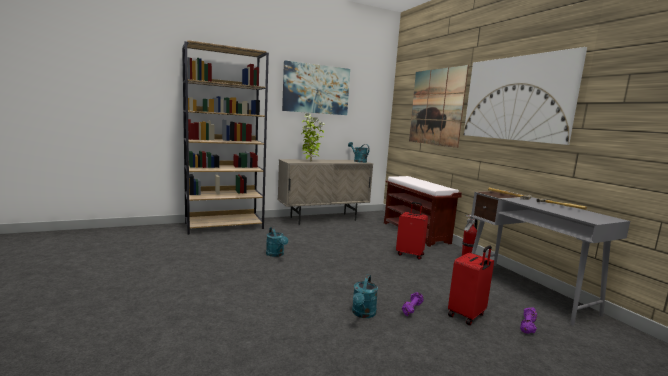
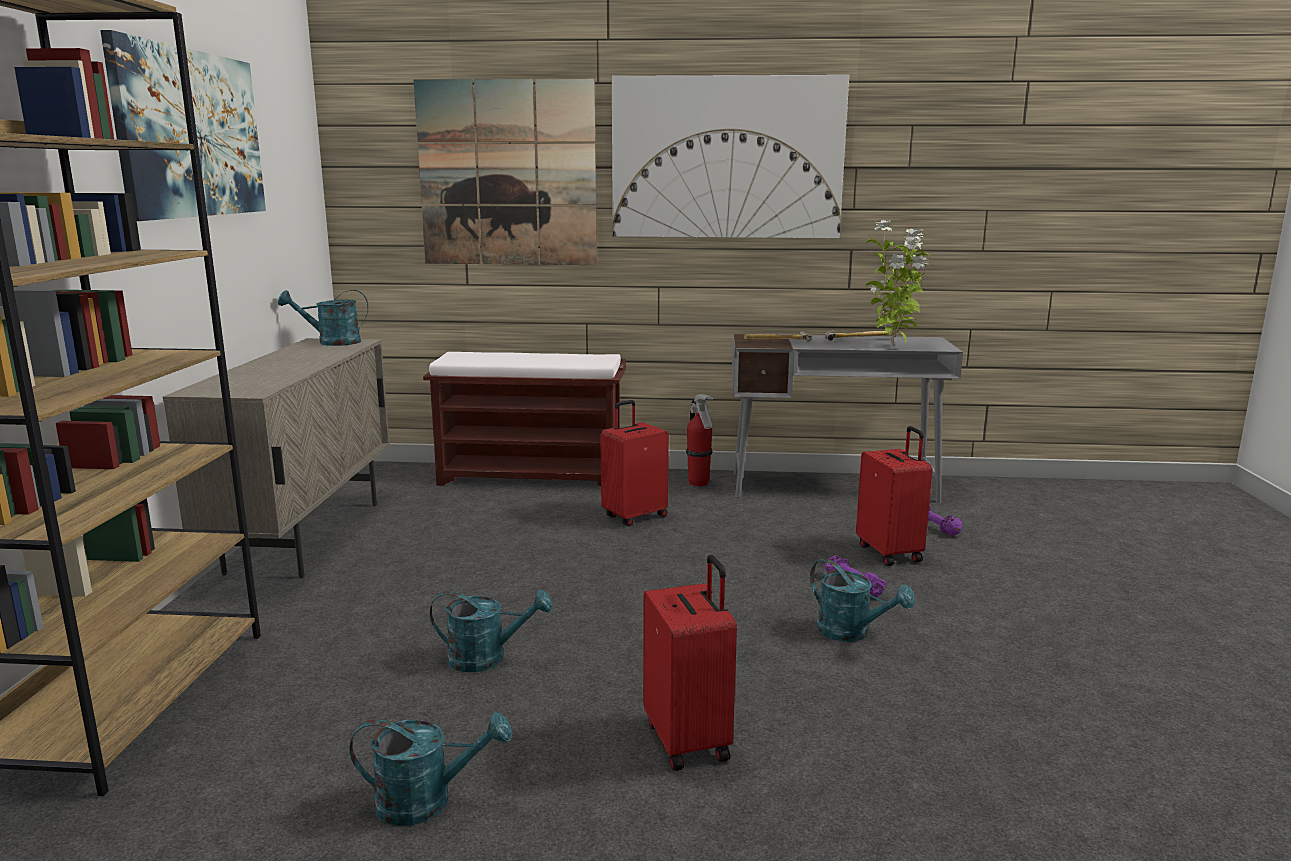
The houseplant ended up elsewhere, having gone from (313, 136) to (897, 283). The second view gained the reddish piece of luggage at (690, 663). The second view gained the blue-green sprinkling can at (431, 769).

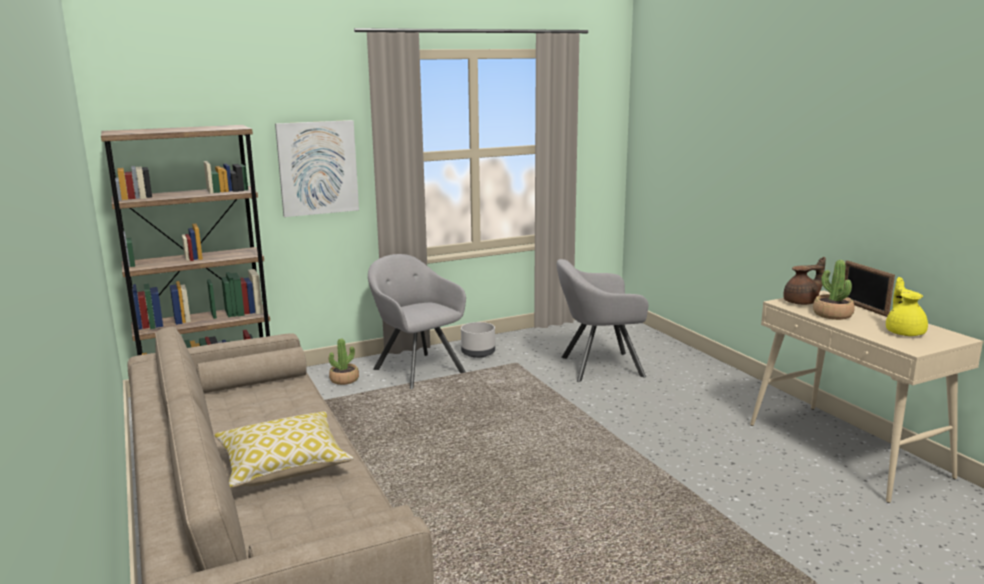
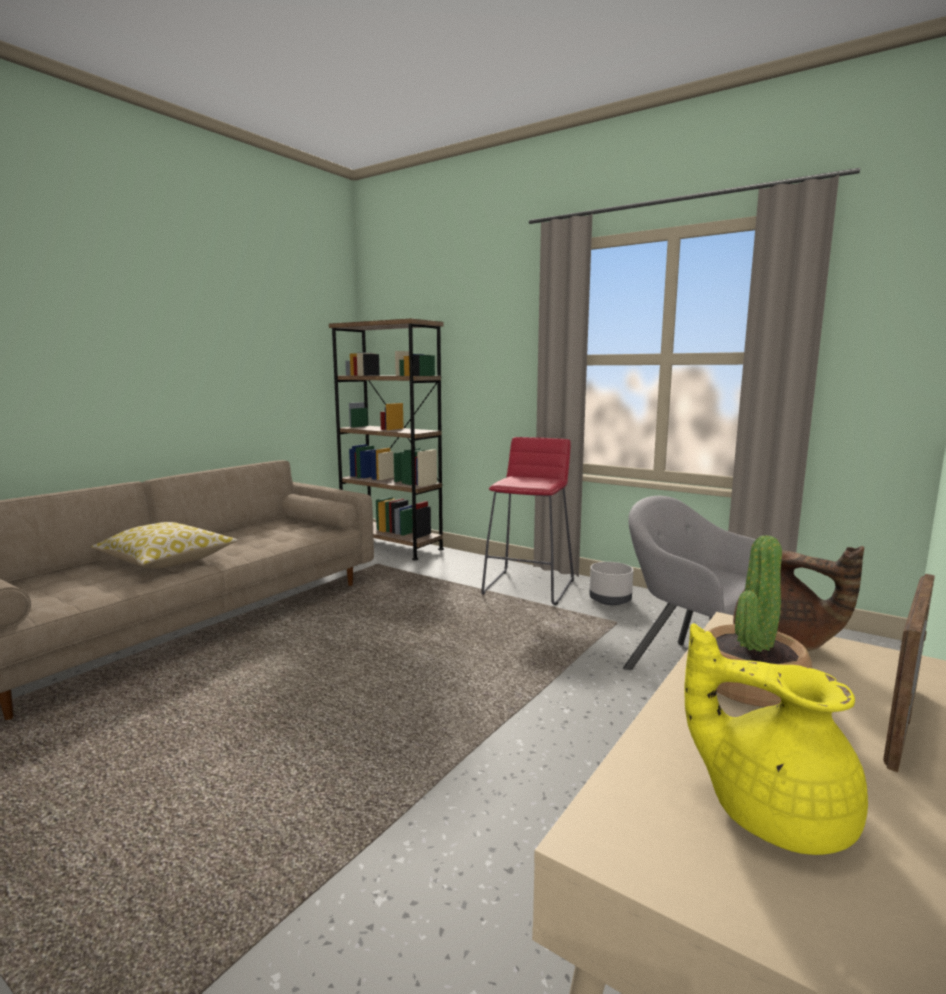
The second view lost the wall picture at (317, 168). Where the greyish easy chair stood at (417, 321), the reddish sitting stool came to stand at (527, 521). The yellow teapot at (907, 306) ended up facing another way, 120 degrees counterclockwise from before. The second view lost the houseplant at (344, 362).

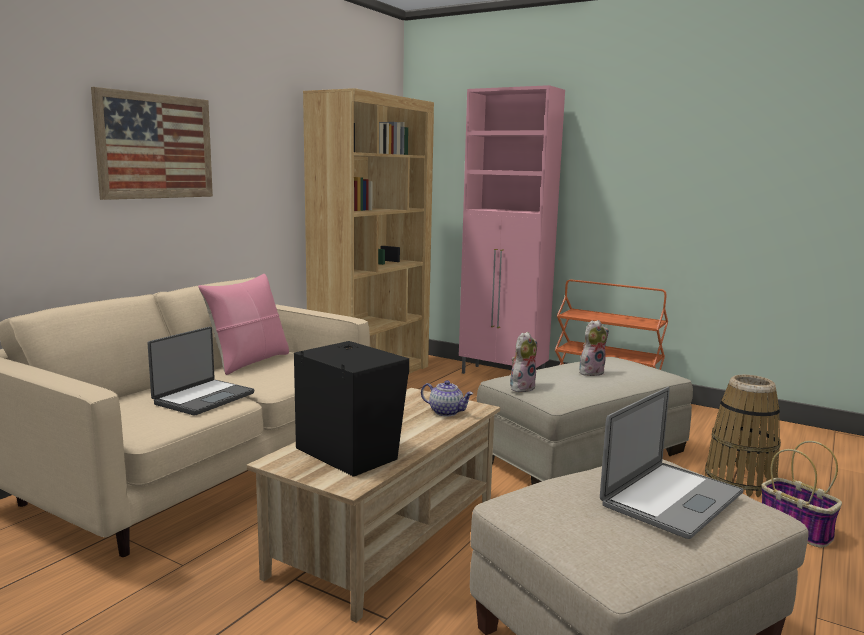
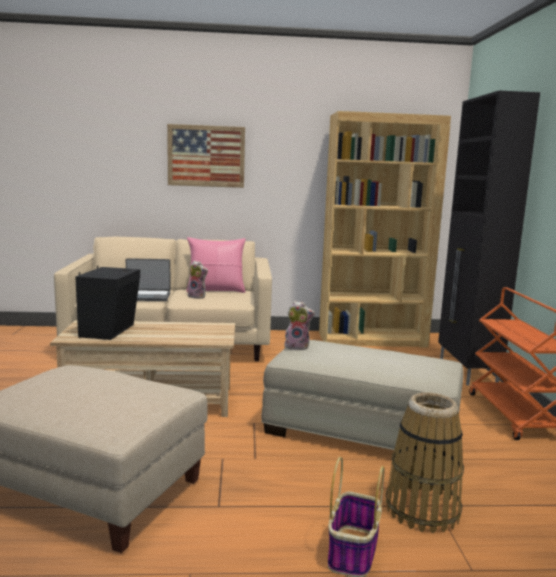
What was the pinkish storage cabinet at (512, 229) turned into the black-coloured storage cabinet at (489, 238). The cuddly toy ended up elsewhere, having gone from (594, 348) to (198, 279). The second view lost the teapot at (447, 398). The second view lost the portable computer at (672, 463).

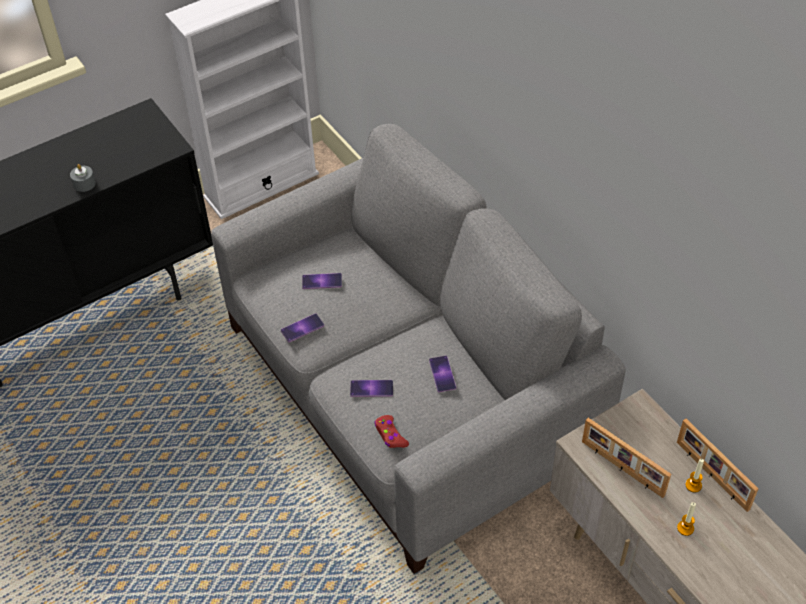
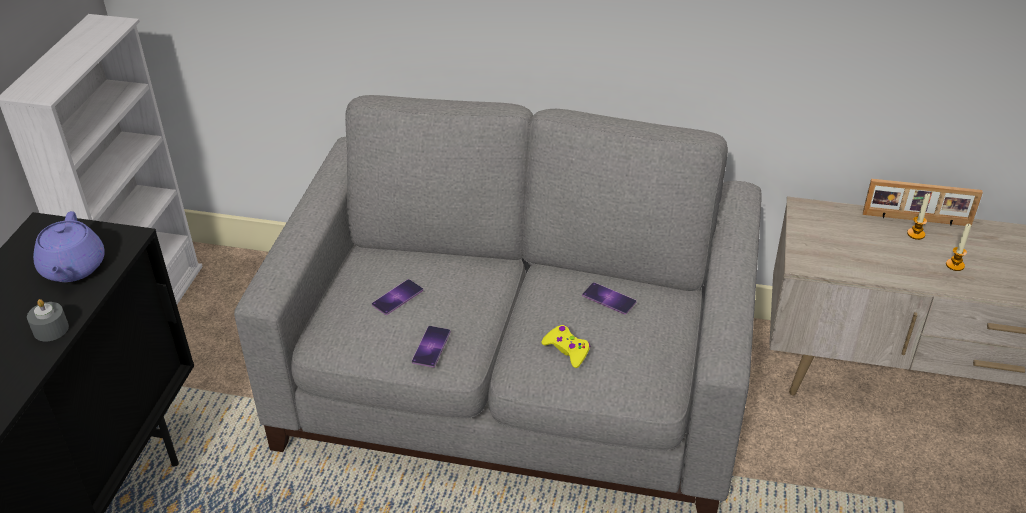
Where the phone stood at (371, 388), the yellow gamepad came to stand at (566, 346). The second view lost the reddish gamepad at (391, 431). The second view lost the standing frame at (626, 458). The second view gained the purplish teapot at (69, 246).

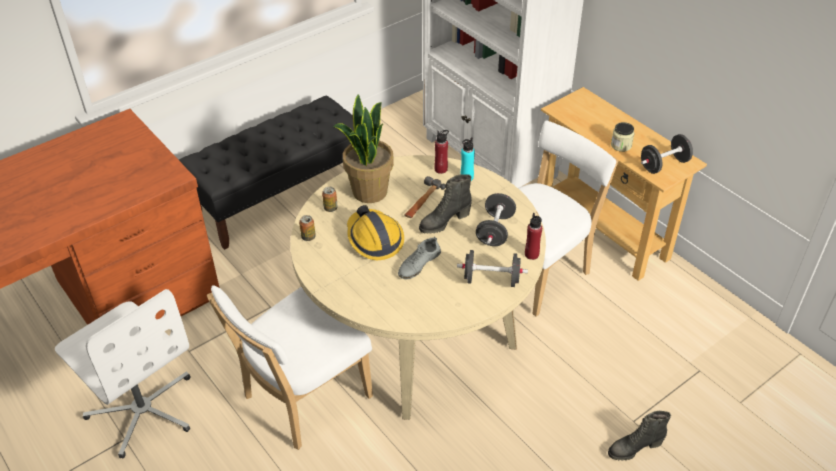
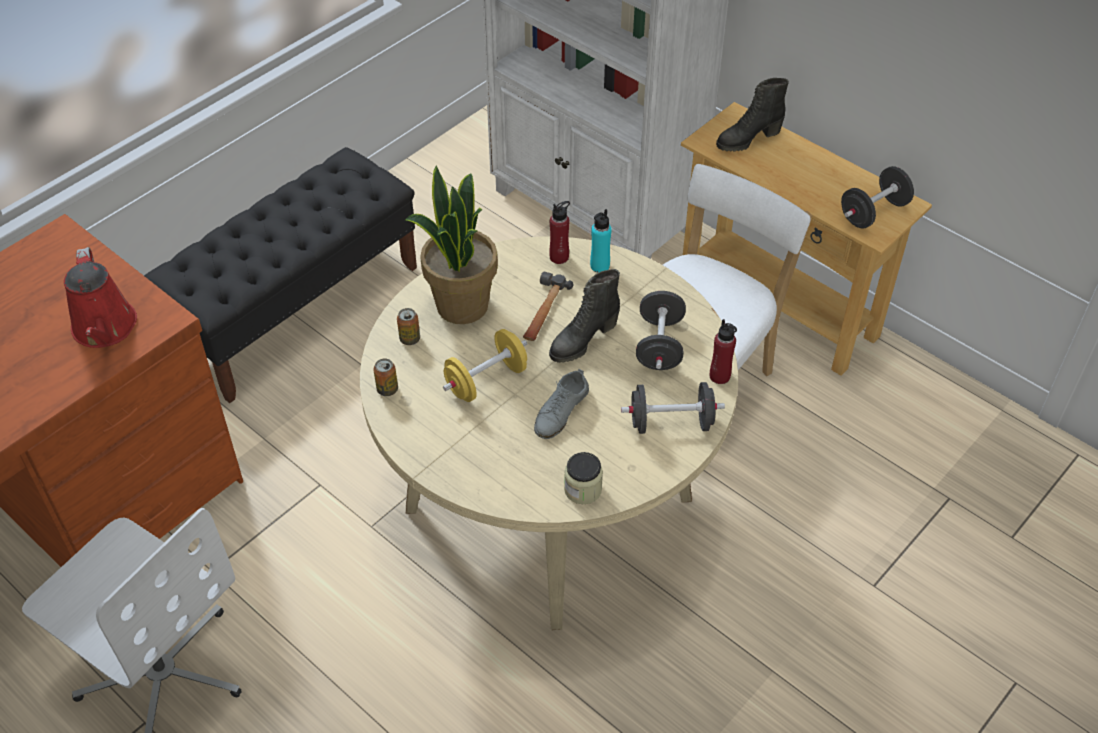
The jar ended up elsewhere, having gone from (623, 137) to (583, 478). Where the work helmet stood at (375, 232), the yellow dumbbell came to stand at (485, 365). The second view lost the whitish plain chair at (290, 367). The black-coloured boot ended up elsewhere, having gone from (639, 436) to (752, 115). The second view gained the reddish sprinkling can at (100, 297).

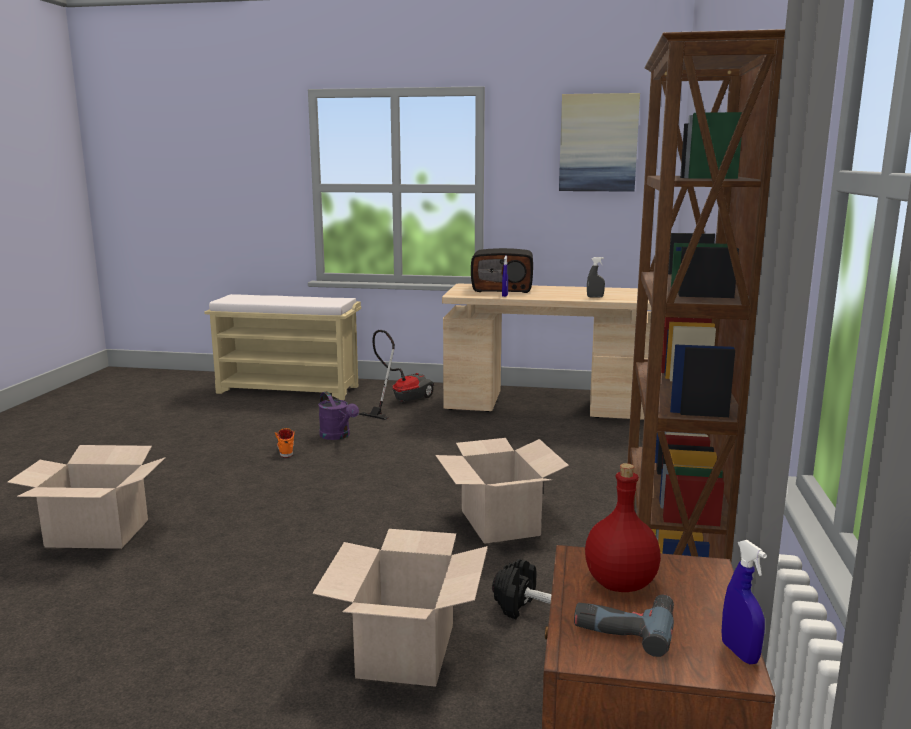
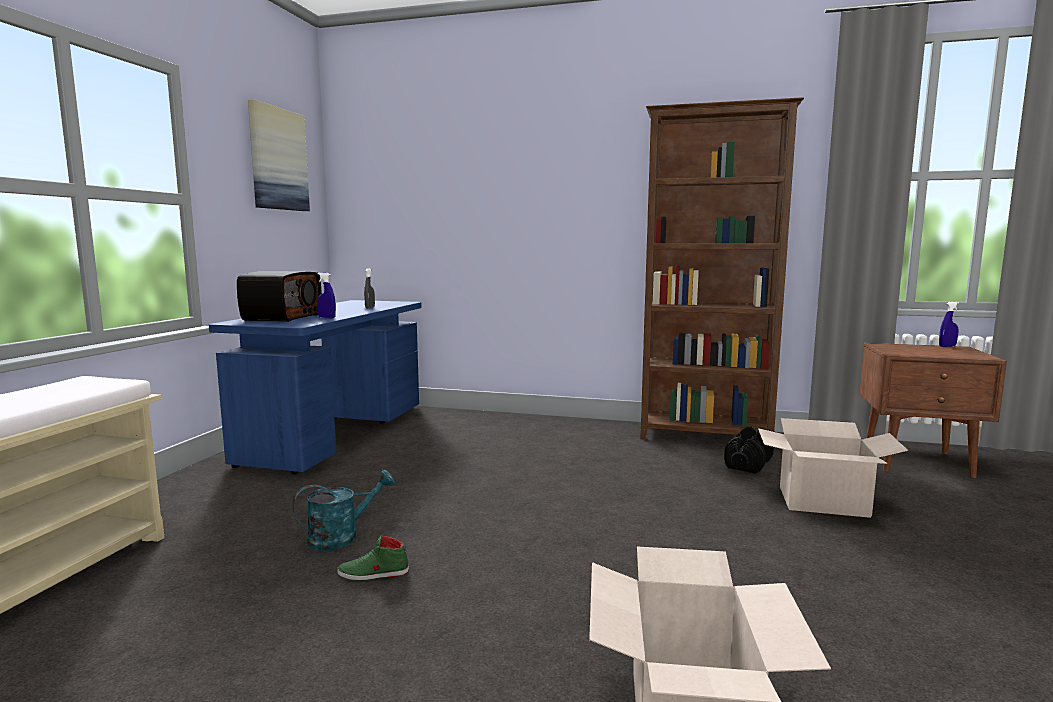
What was the beige desk unit at (546, 352) turned into the bluish desk unit at (315, 387). The second view lost the hoover at (396, 375). What was the purplish sprinkling can at (338, 416) turned into the blue-green sprinkling can at (344, 510). What was the orangey low shoe at (285, 443) turned into the green-coloured low shoe at (373, 557). The second view lost the cardboard box at (502, 491). The second view lost the reddish beverage bottle at (623, 527). The second view lost the electric drill at (624, 625).

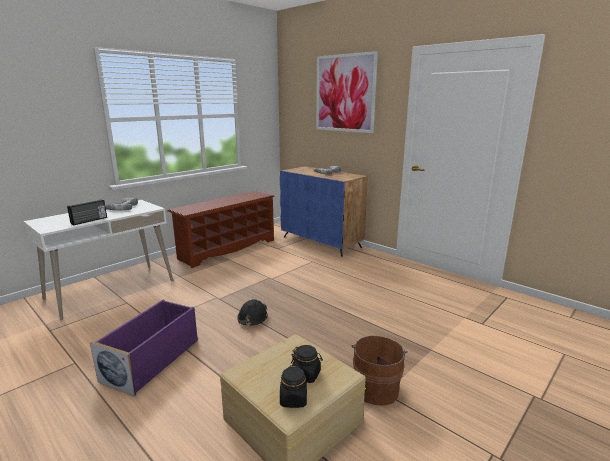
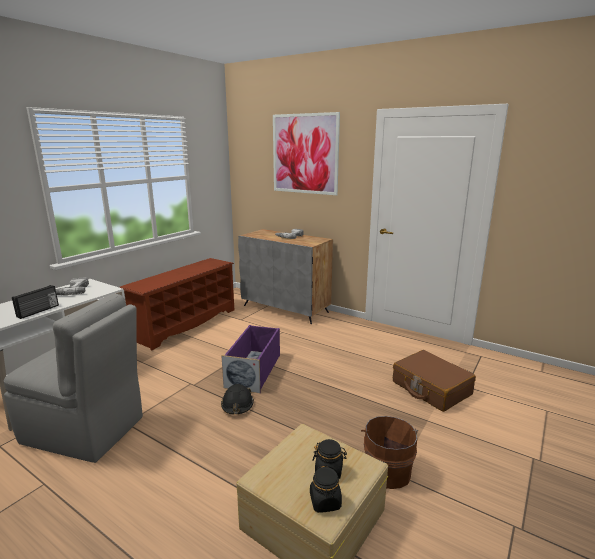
What was the bluish storage cabinet at (324, 211) turned into the greyish storage cabinet at (285, 276). The purplish storage bin ended up elsewhere, having gone from (144, 348) to (251, 359). The second view gained the greyish plain chair at (73, 378). The second view gained the brown-coloured piece of luggage at (434, 381).

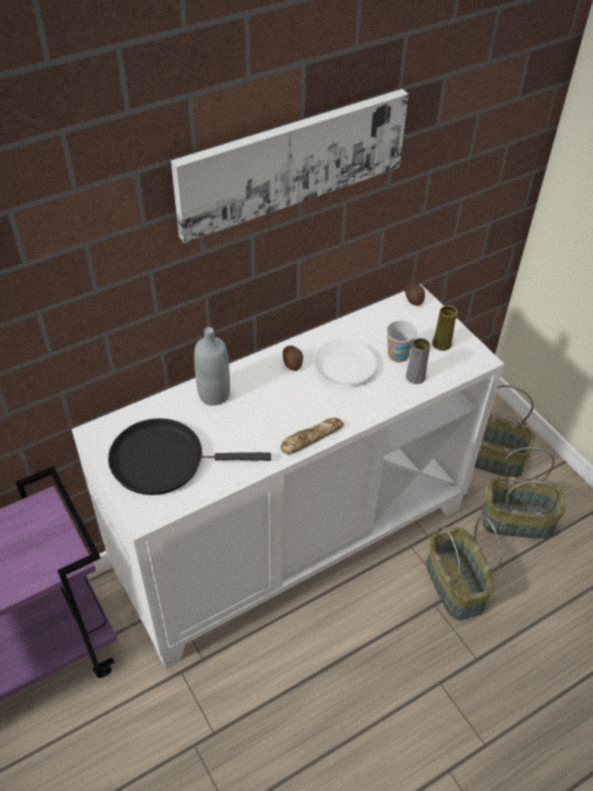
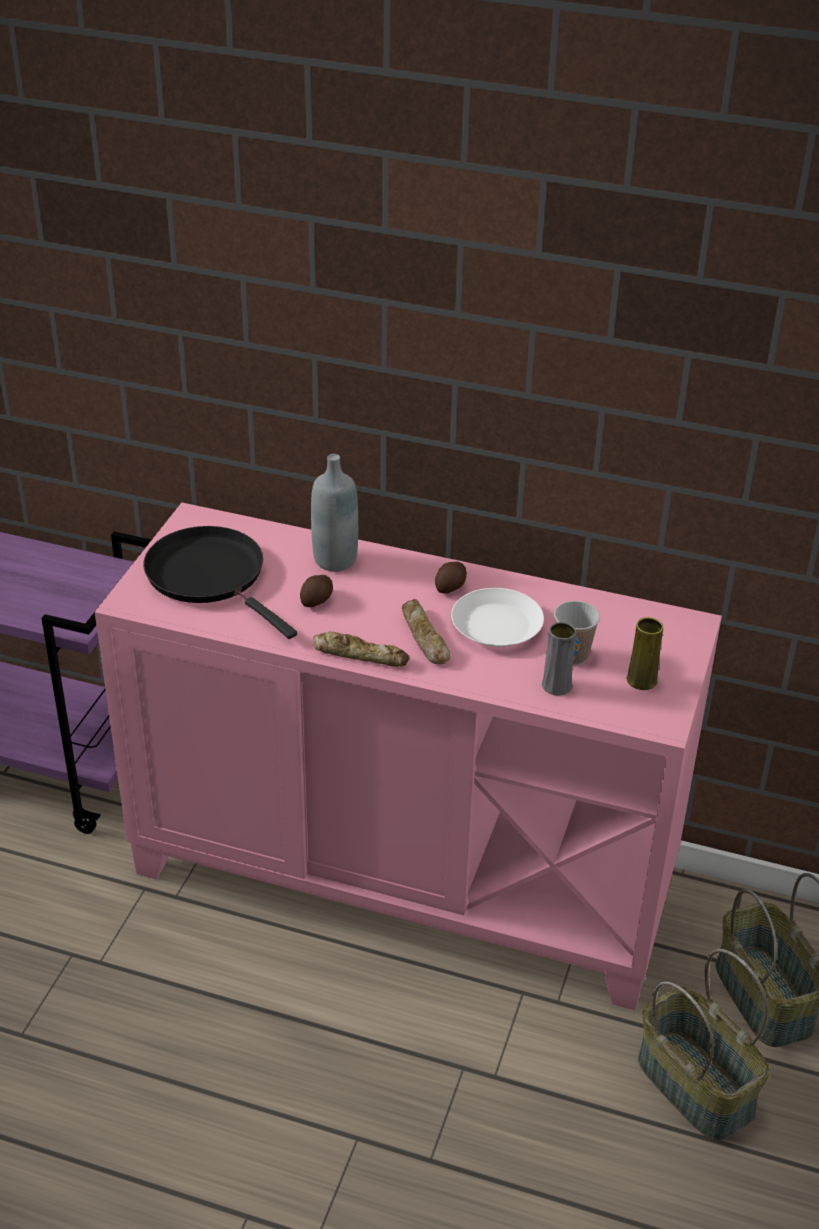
The second view lost the wall picture at (290, 166). The whole potato ended up elsewhere, having gone from (415, 294) to (316, 591). What was the whitish storage cabinet at (288, 476) turned into the pinkish storage cabinet at (408, 756). The second view lost the storage basket at (464, 568). The second view gained the baked bread at (426, 632).

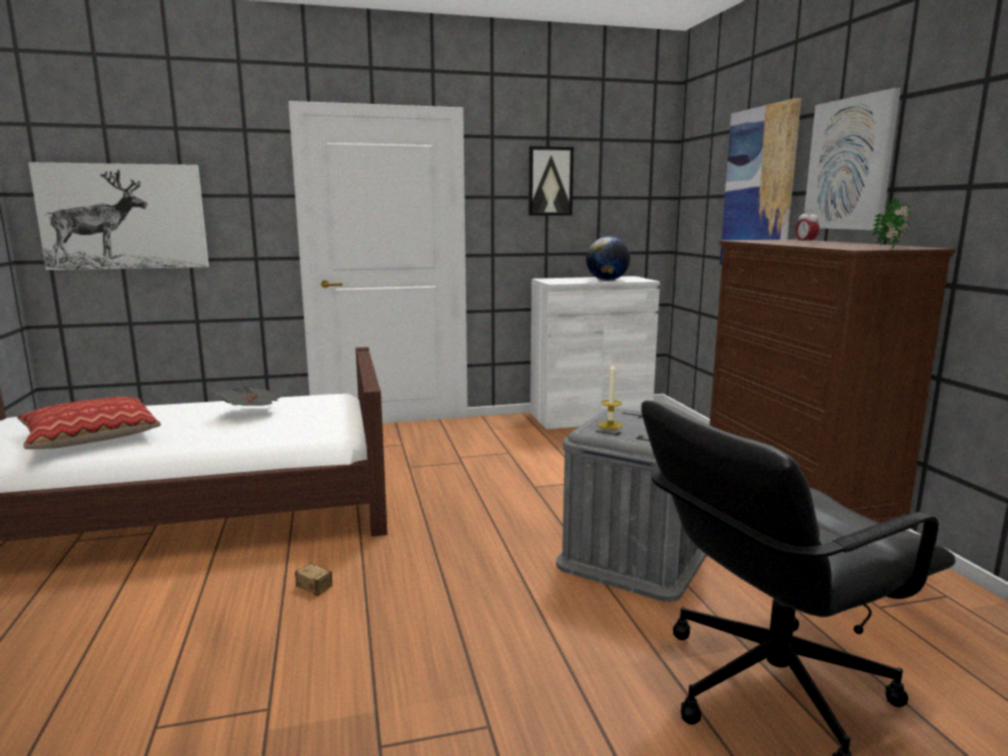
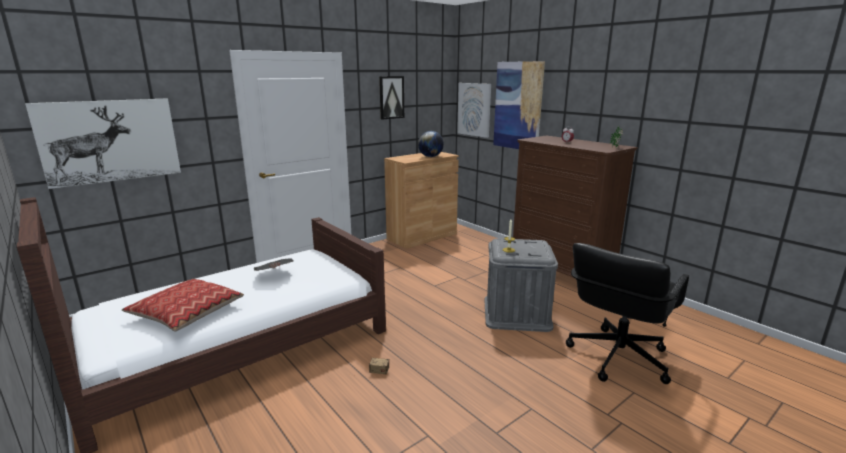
The wall picture ended up elsewhere, having gone from (852, 159) to (474, 110). What was the whitish storage cabinet at (595, 352) turned into the brown-coloured storage cabinet at (421, 200).

